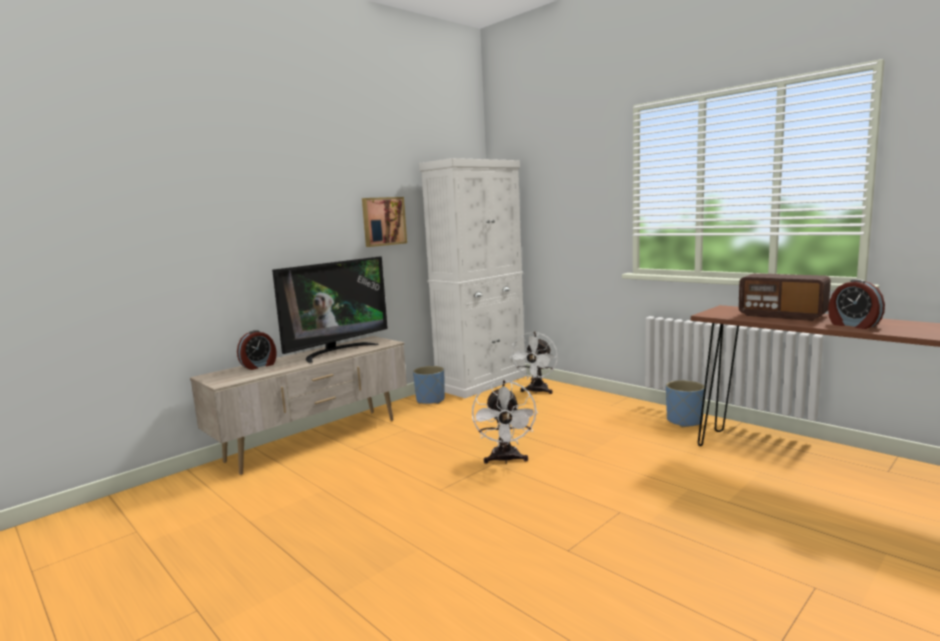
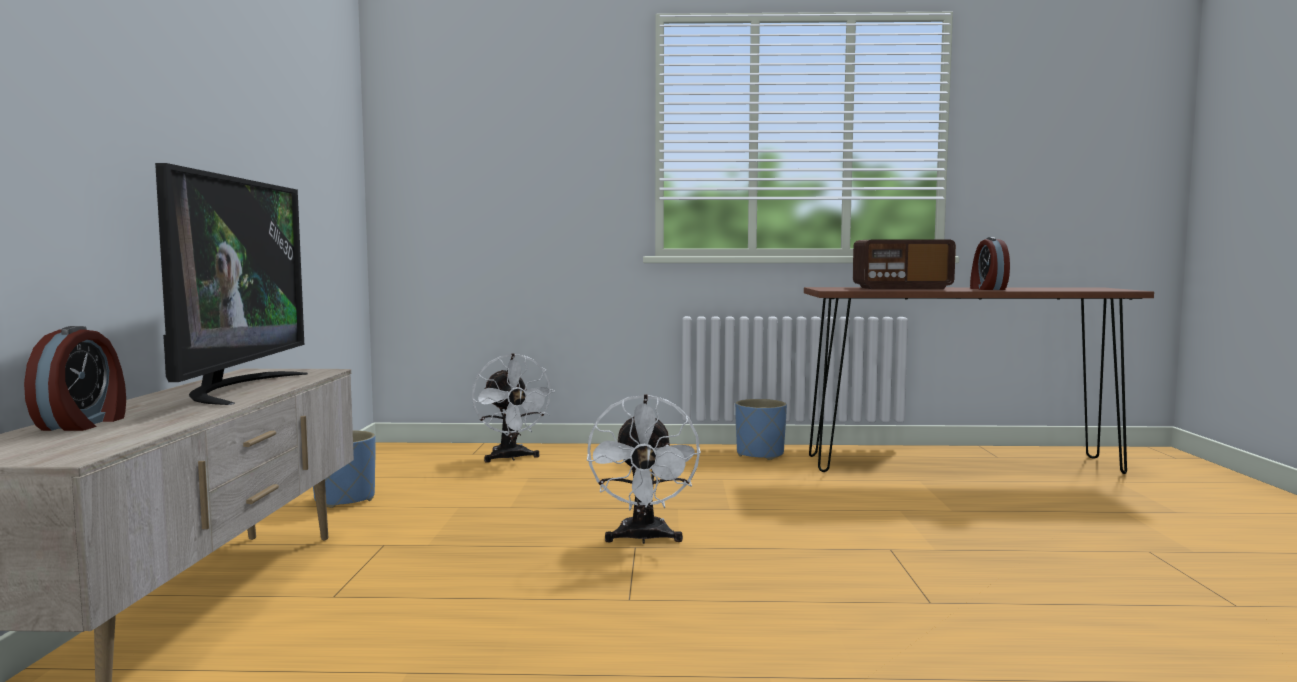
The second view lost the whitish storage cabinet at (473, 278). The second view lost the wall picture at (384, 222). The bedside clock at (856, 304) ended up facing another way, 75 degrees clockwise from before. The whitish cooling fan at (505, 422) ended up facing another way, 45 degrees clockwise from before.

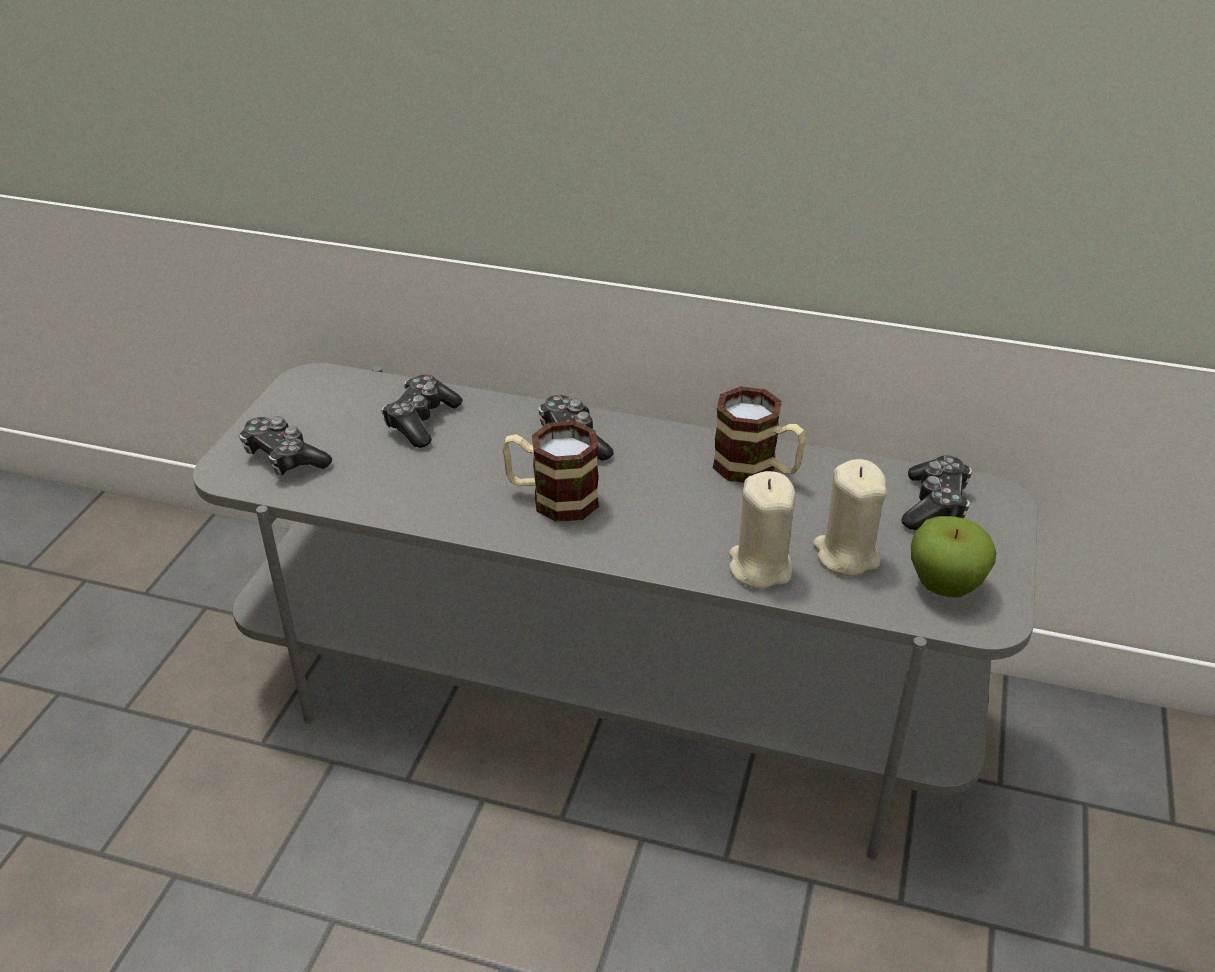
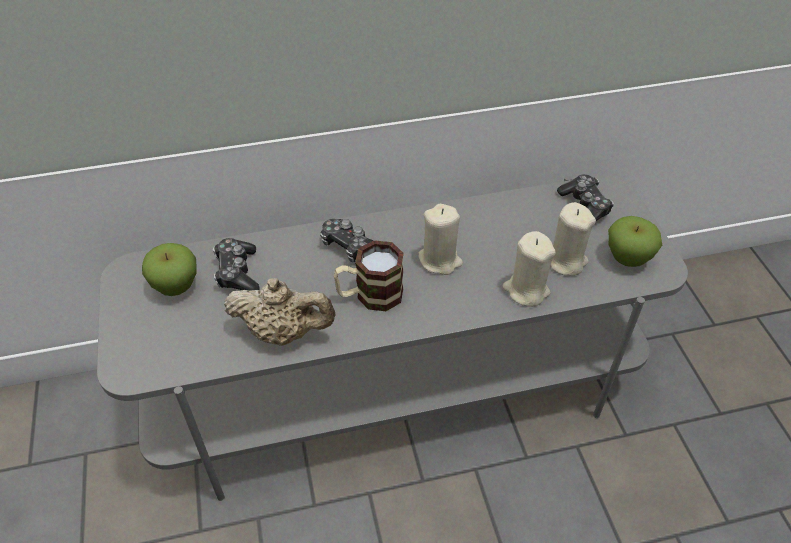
The second view lost the mug at (759, 434). The second view lost the gamepad at (285, 445). The second view gained the beige wax light at (440, 239). The second view gained the apple fruit at (169, 269). The second view gained the beige teapot at (279, 312).

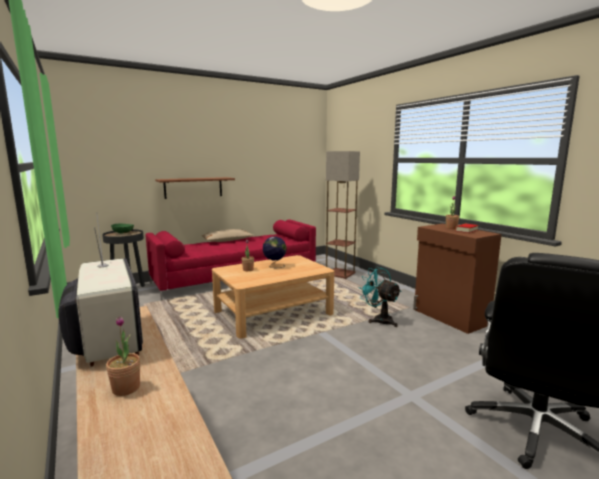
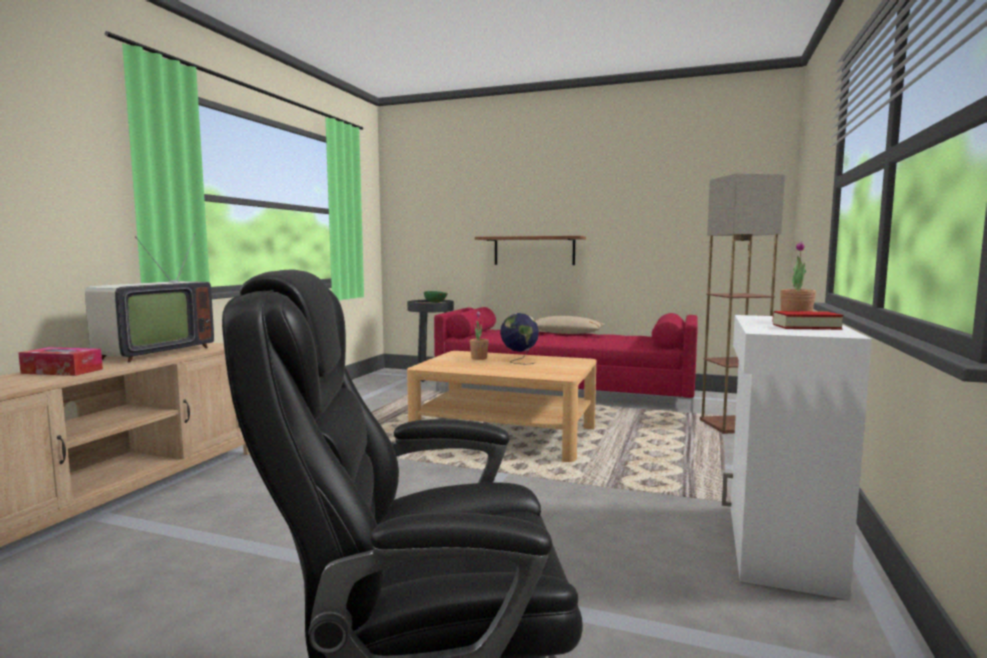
What was the brown-coloured storage cabinet at (457, 279) turned into the whitish storage cabinet at (797, 457). The second view lost the blue-green cooling fan at (380, 297). Where the houseplant stood at (123, 356), the tissue box came to stand at (60, 361).

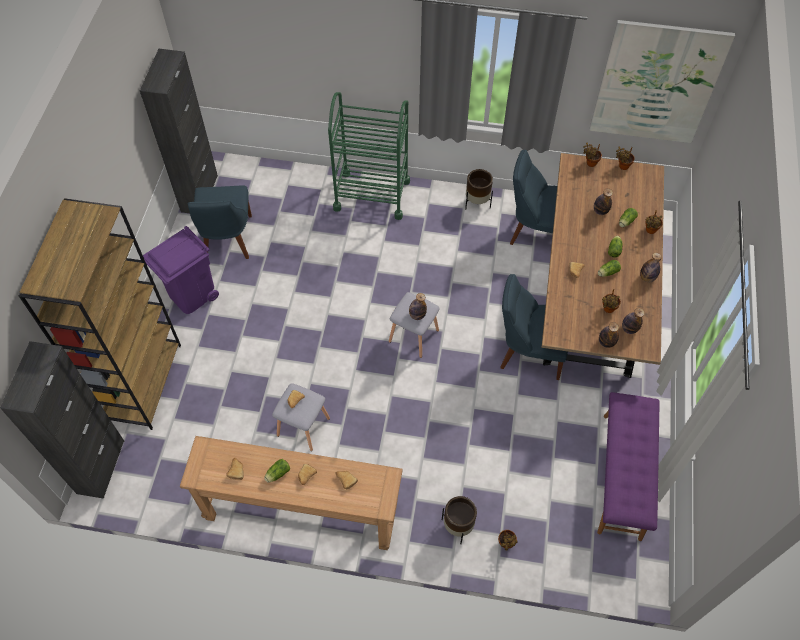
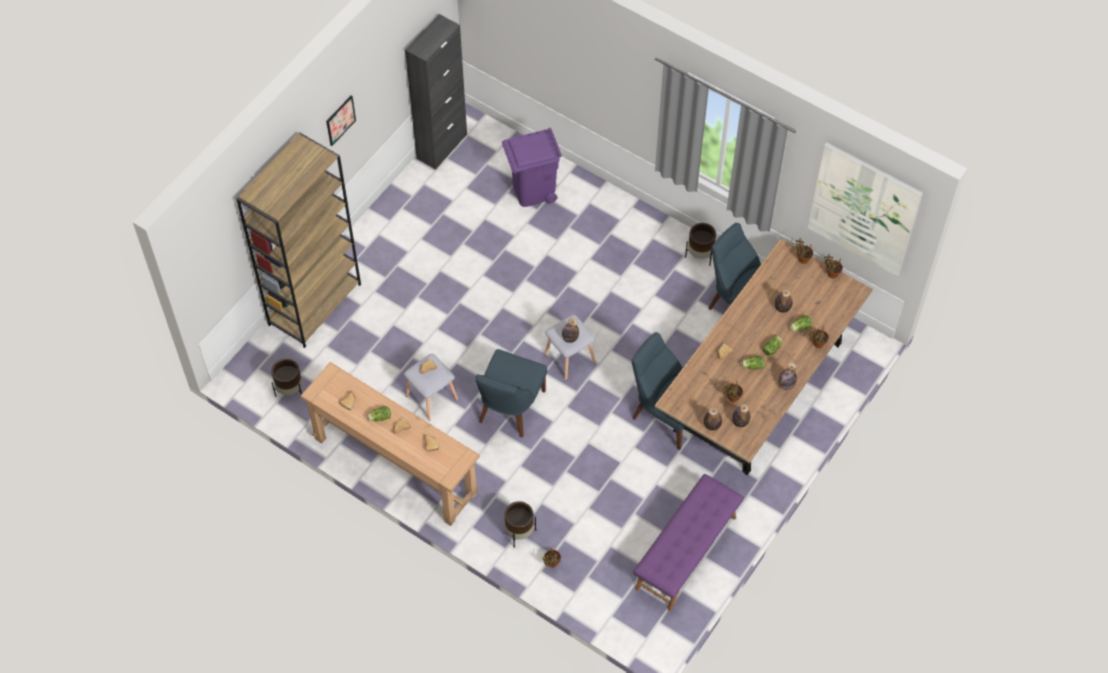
The second view lost the green-coloured cart at (369, 156). The bluish plain chair ended up elsewhere, having gone from (220, 222) to (511, 393). The purplish waste bin ended up elsewhere, having gone from (181, 270) to (532, 167). The second view lost the black-coloured storage cabinet at (62, 420). The second view gained the wall picture at (341, 120). The second view gained the brown-coloured planter at (286, 377).

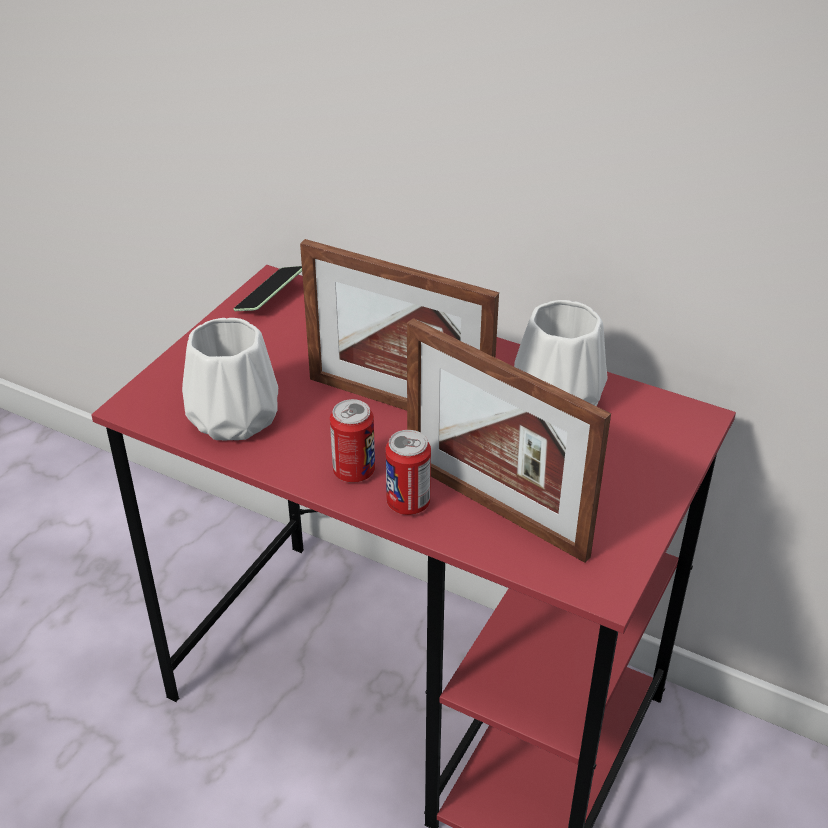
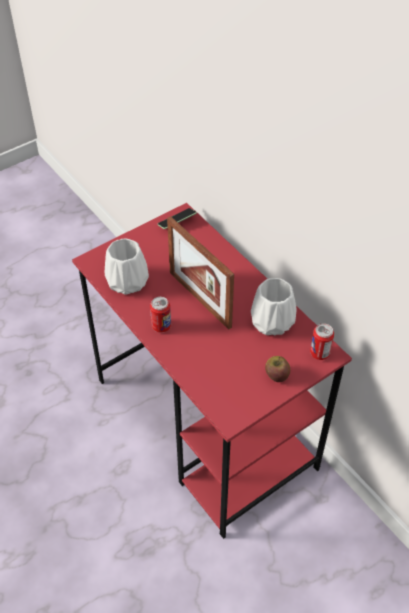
The second view lost the standing frame at (509, 440). The can ended up elsewhere, having gone from (408, 472) to (322, 341). The second view gained the apple fruit at (277, 369).

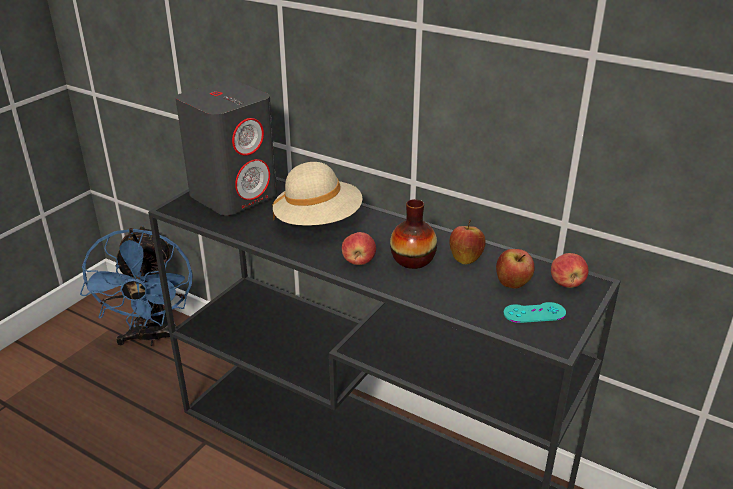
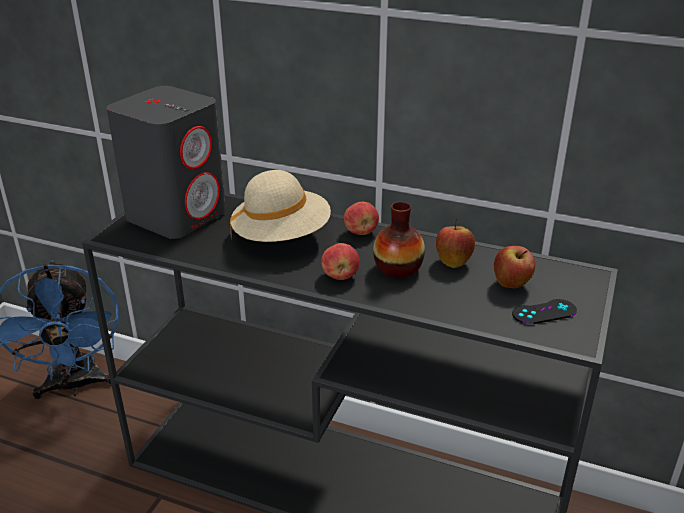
The apple fruit ended up elsewhere, having gone from (570, 270) to (361, 218). What was the blue-green gamepad at (535, 312) turned into the black-coloured gamepad at (544, 312).

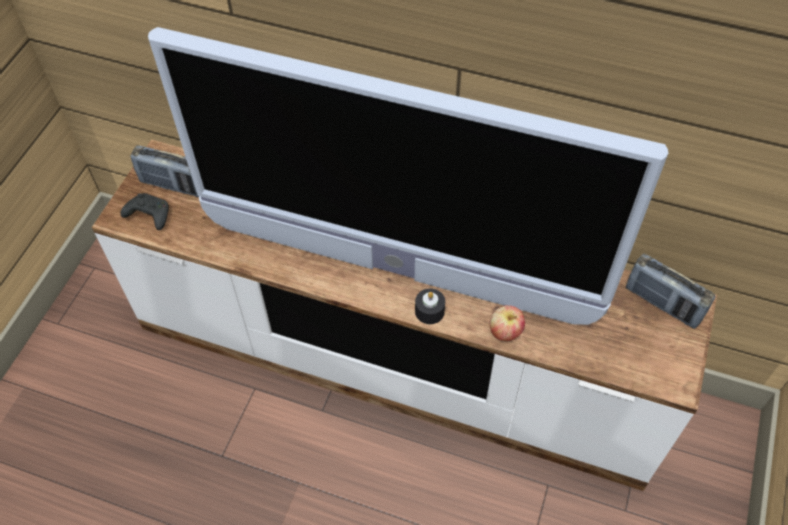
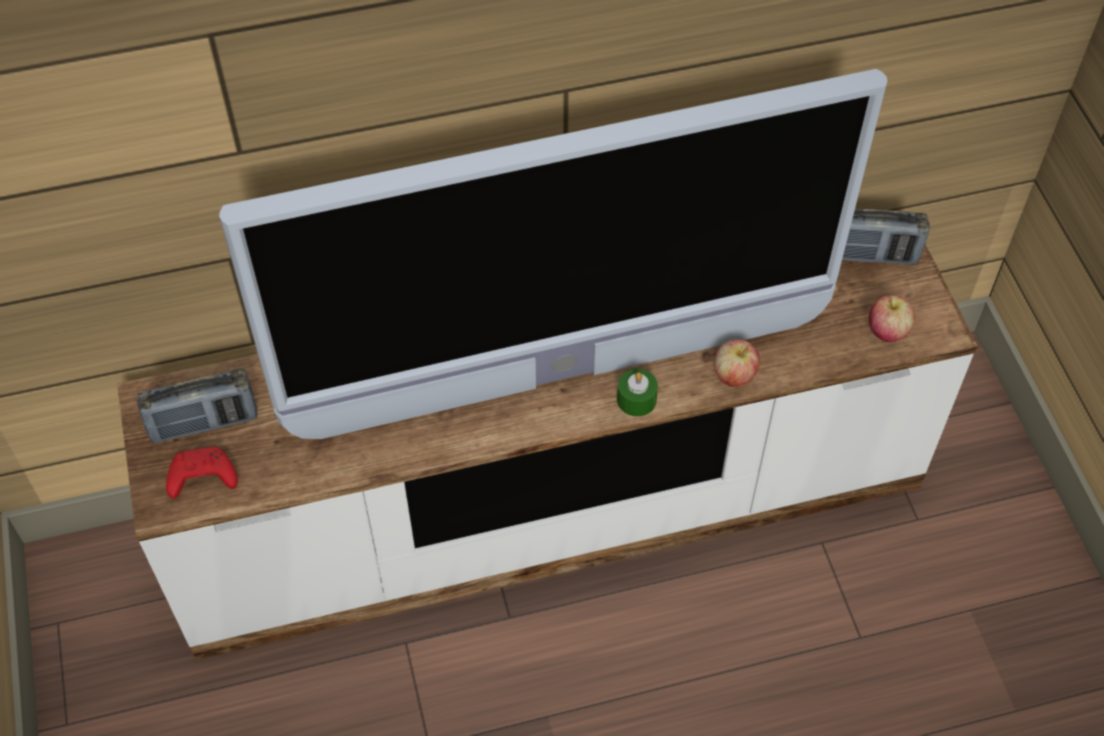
What was the black-coloured gamepad at (144, 211) turned into the reddish gamepad at (202, 472). What was the black-coloured wax light at (430, 306) turned into the green-coloured wax light at (637, 392). The second view gained the apple fruit at (892, 318).

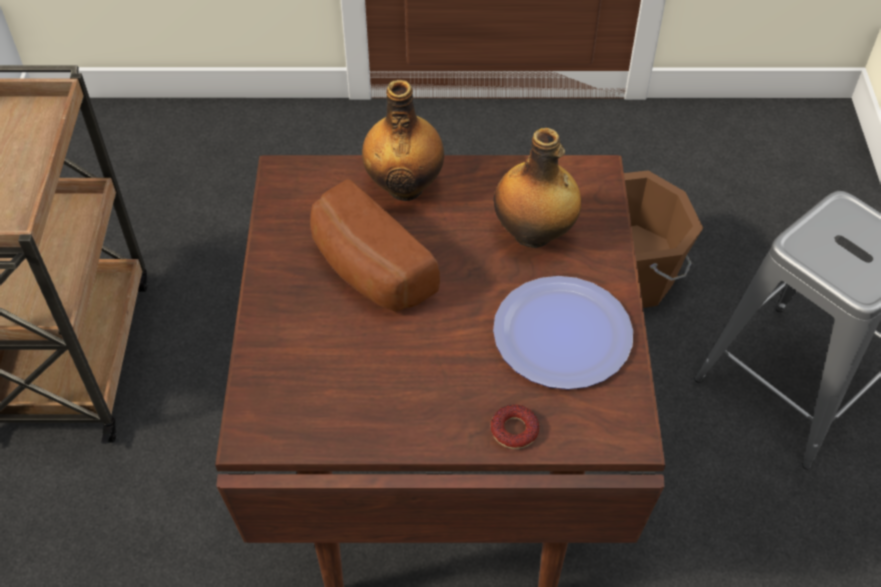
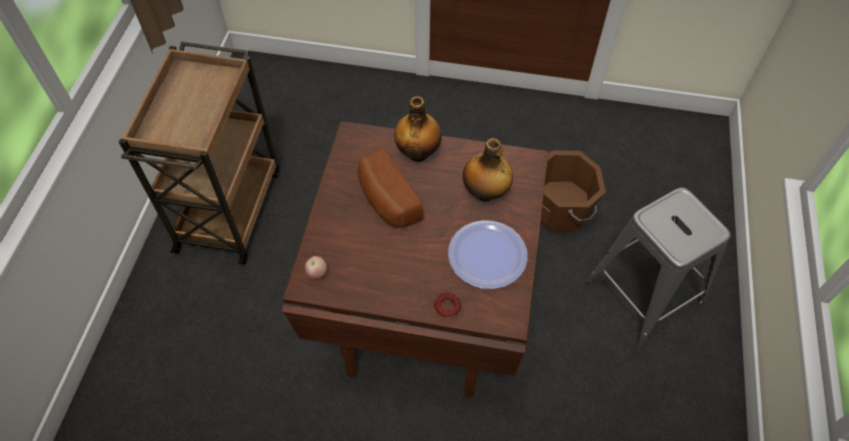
The second view gained the apple fruit at (316, 267).

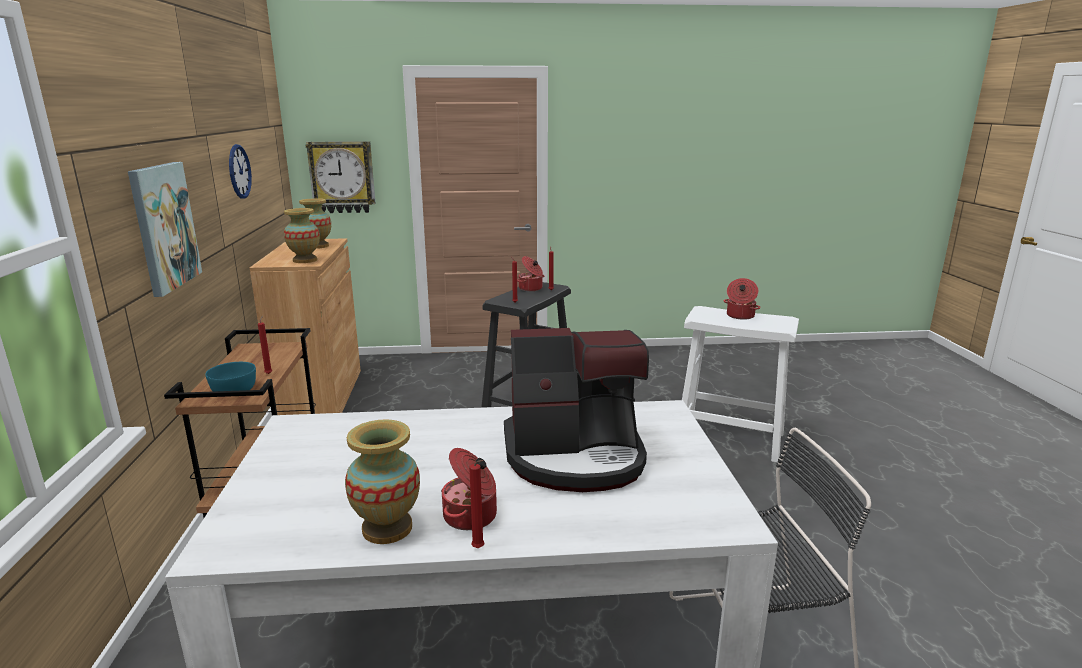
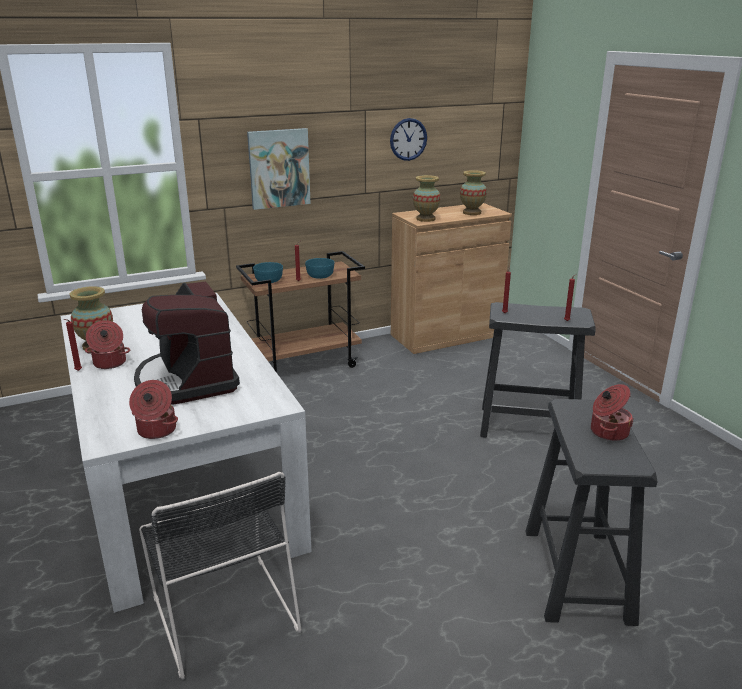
The second view lost the clock on the wall at (340, 177). The stockpot ended up elsewhere, having gone from (530, 273) to (153, 409). What was the whitish sitting stool at (740, 384) turned into the black-coloured sitting stool at (592, 512). The second view gained the blue-green deep dish at (319, 268).

